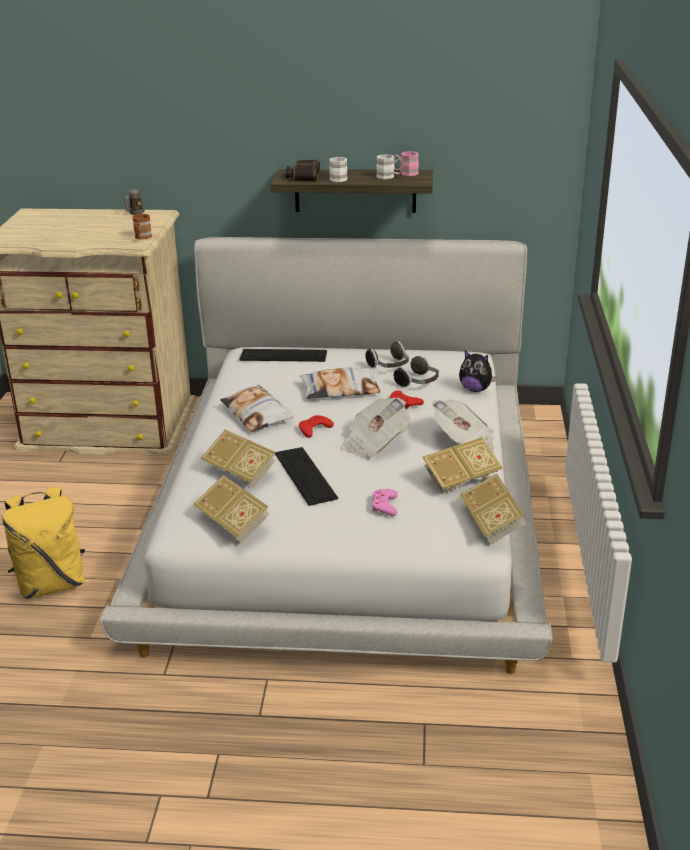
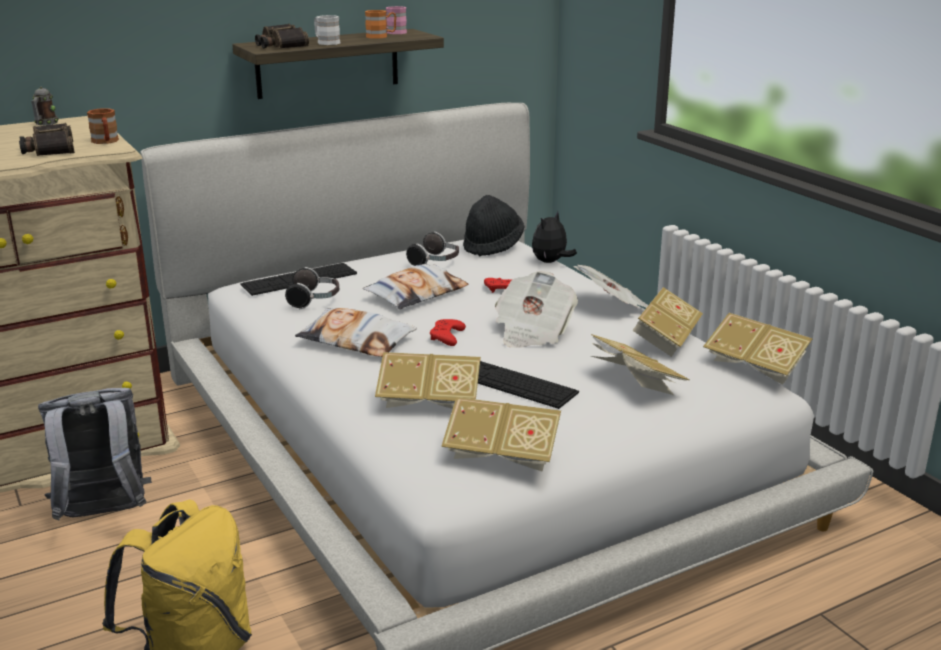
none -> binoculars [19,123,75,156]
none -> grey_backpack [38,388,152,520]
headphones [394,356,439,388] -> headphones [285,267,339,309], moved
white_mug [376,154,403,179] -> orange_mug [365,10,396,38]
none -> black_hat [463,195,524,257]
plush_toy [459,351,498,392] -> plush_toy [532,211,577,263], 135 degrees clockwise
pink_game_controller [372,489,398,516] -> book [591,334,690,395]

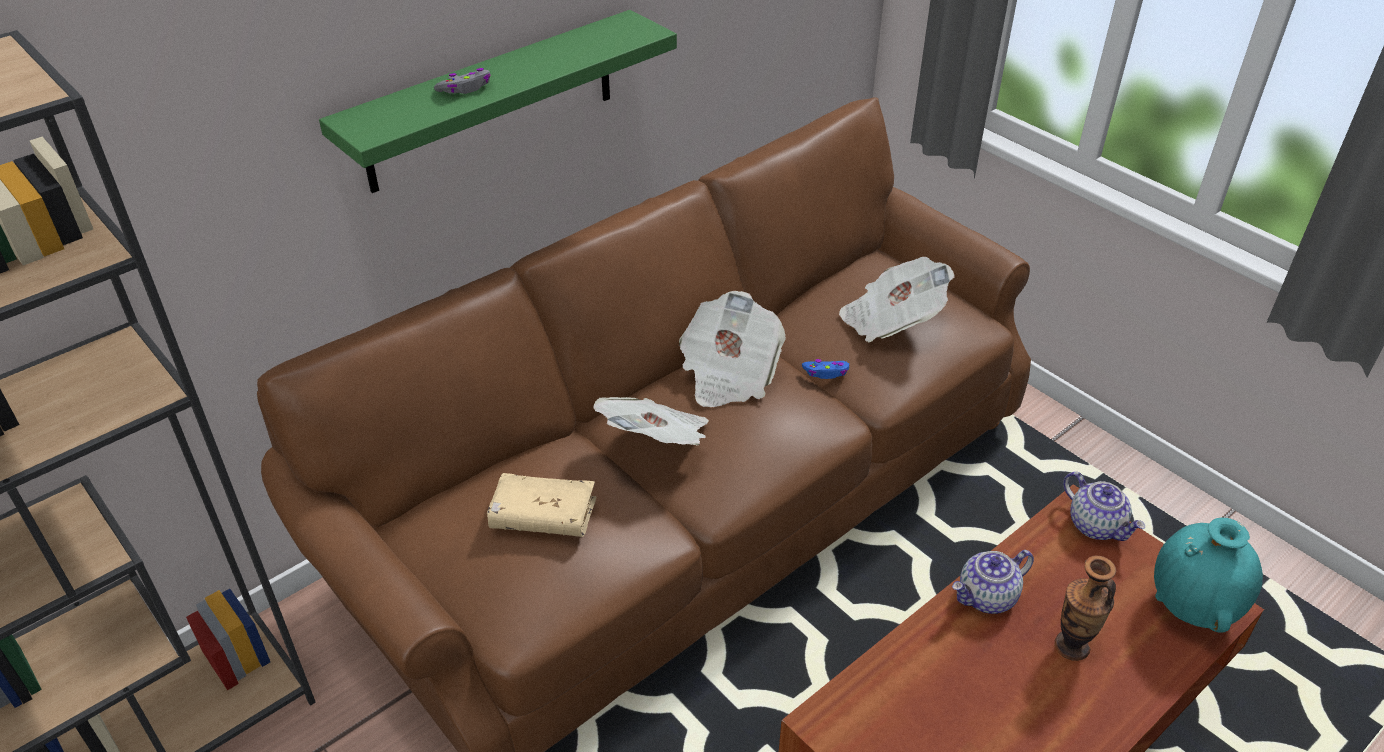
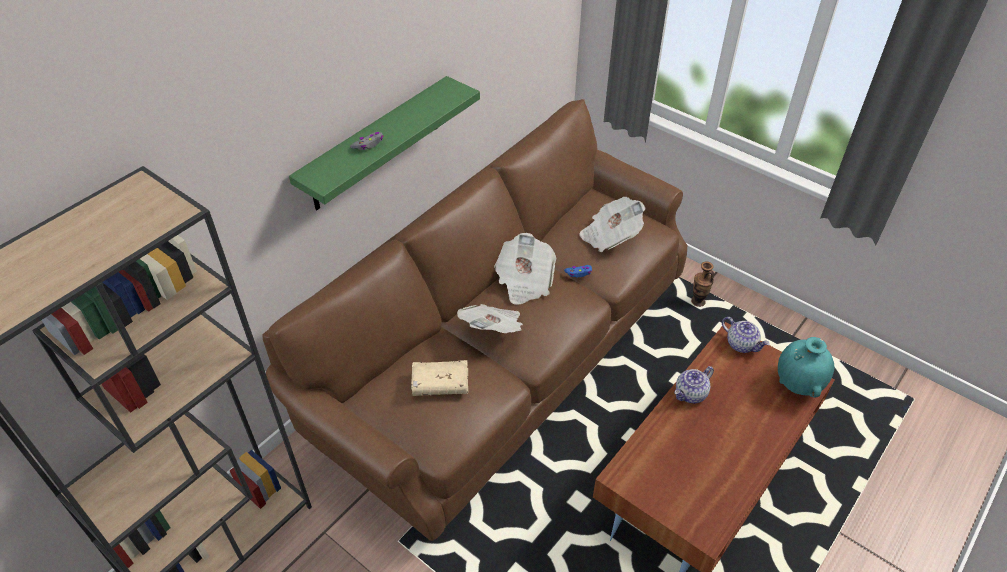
vase [1055,556,1116,661] -> vase [691,261,714,307], moved

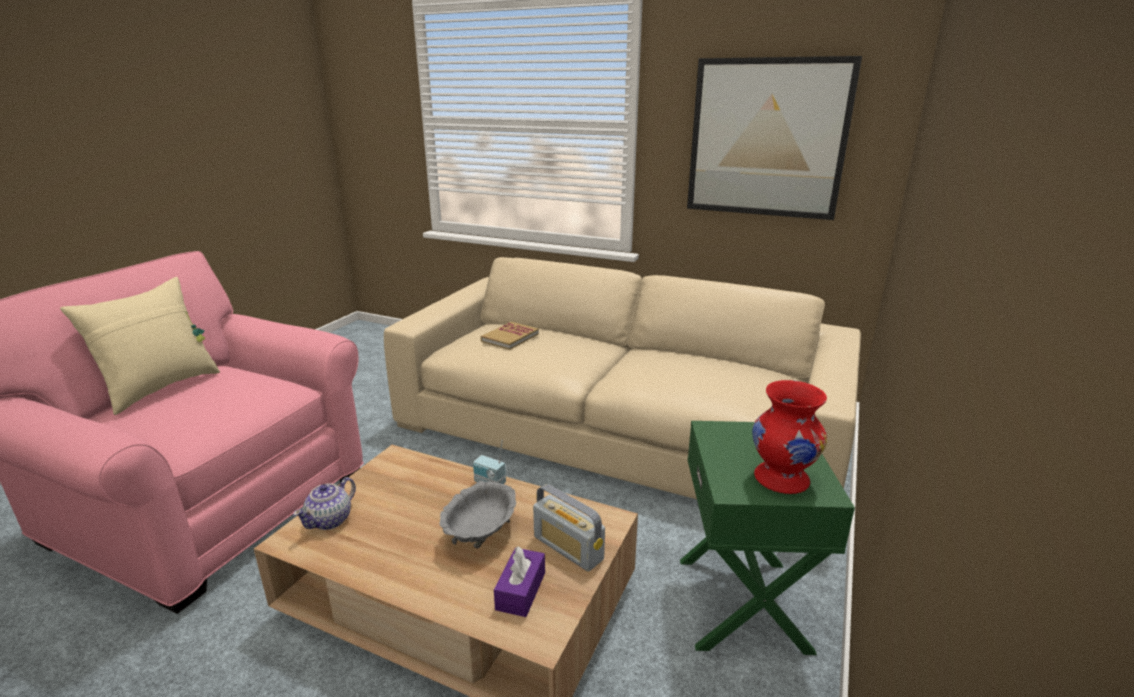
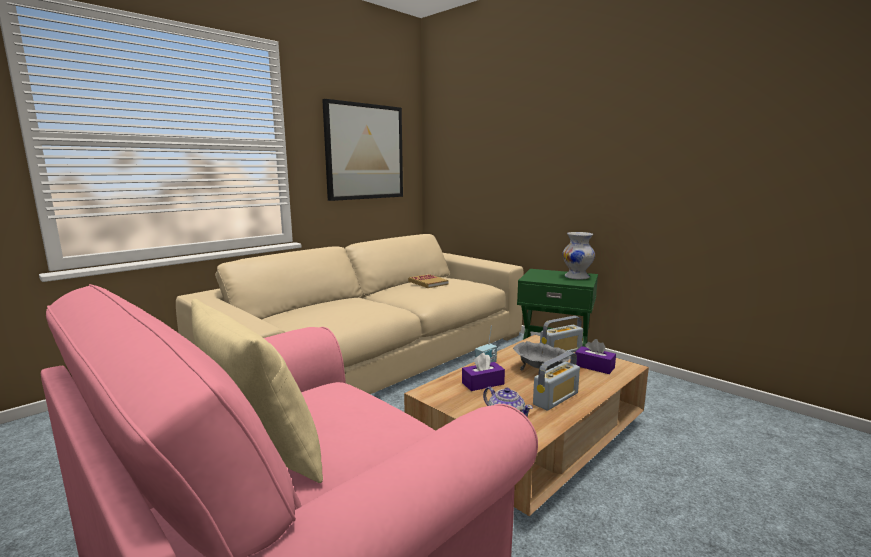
book [481,322,539,350] -> book [408,274,448,288], moved
none -> purple_tissue_box [462,353,505,391]
none -> radio [533,351,580,411]
red_vase [752,380,827,494] -> white_vase [562,232,595,279]

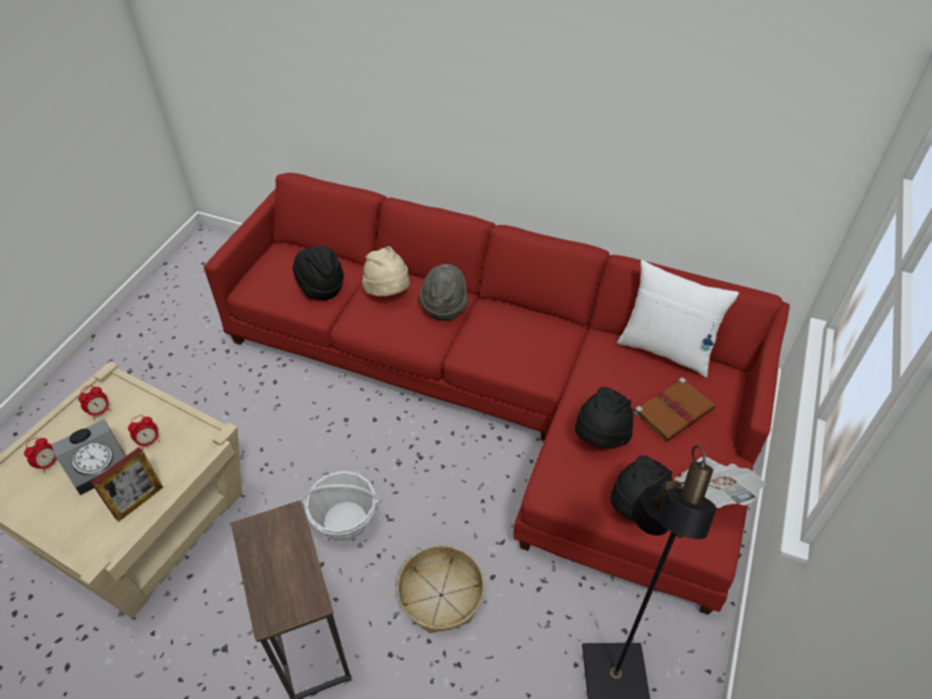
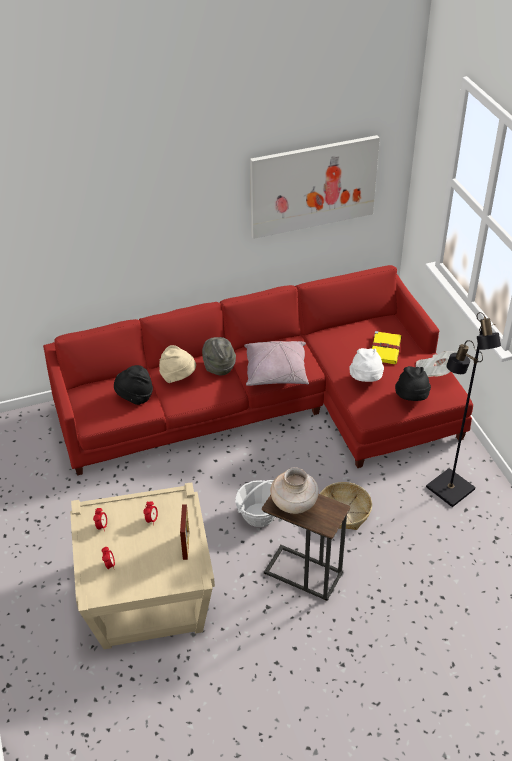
none -> purple_pillow [244,341,309,386]
none -> picture [250,135,380,239]
none -> beige_vase [270,467,319,514]
black_hat [575,387,633,449] -> white_hat [349,348,384,382]
brown_book [634,378,715,442] -> yellow_book [371,331,402,364]
alarm_clock [51,419,126,495] -> none
white_pillow [617,260,739,377] -> none

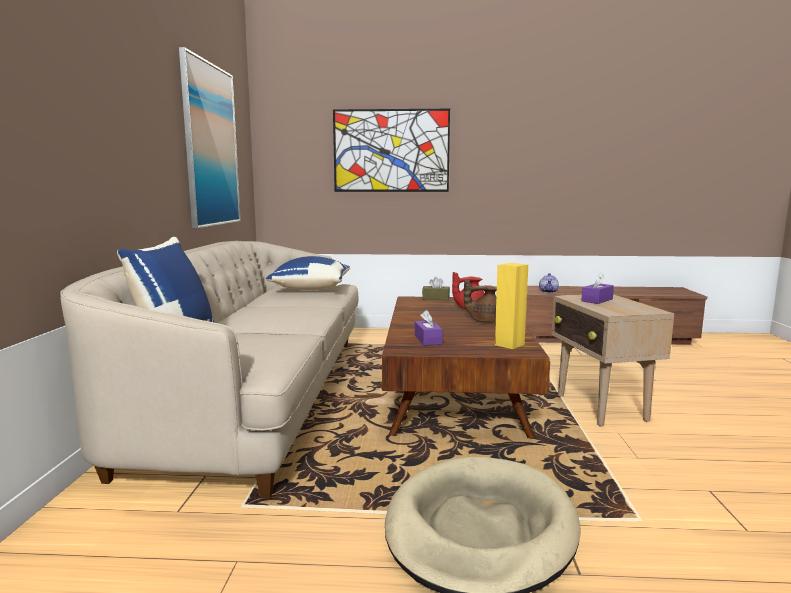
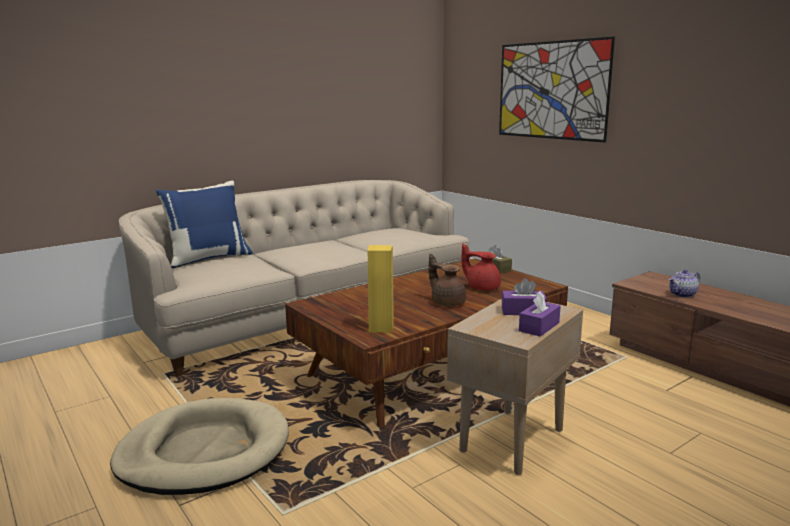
purple_tissue_box [415,310,443,346] -> purple_tissue_box [519,291,561,337], moved
picture [179,47,241,229] -> none
blue_pillow [266,256,350,290] -> none

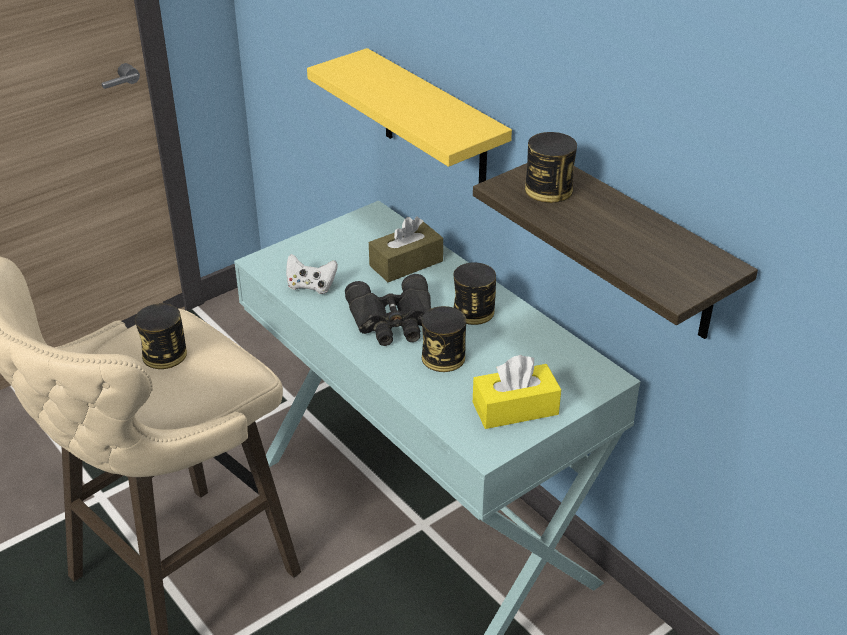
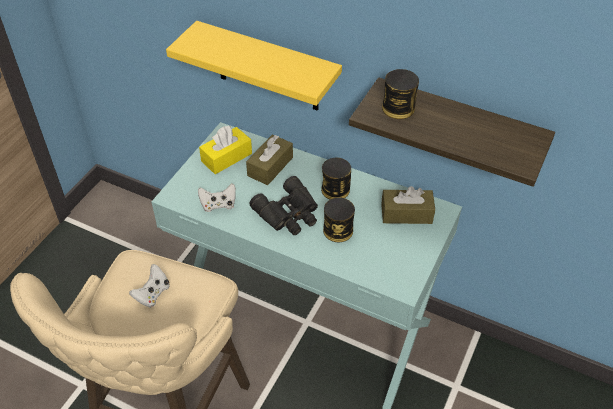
can [135,303,187,369] -> white_game_controller [129,264,170,308]
yellow_tissue_box [473,355,561,429] -> yellow_tissue_box [199,126,252,174], moved
none -> brown_tissue_box [381,186,435,224]

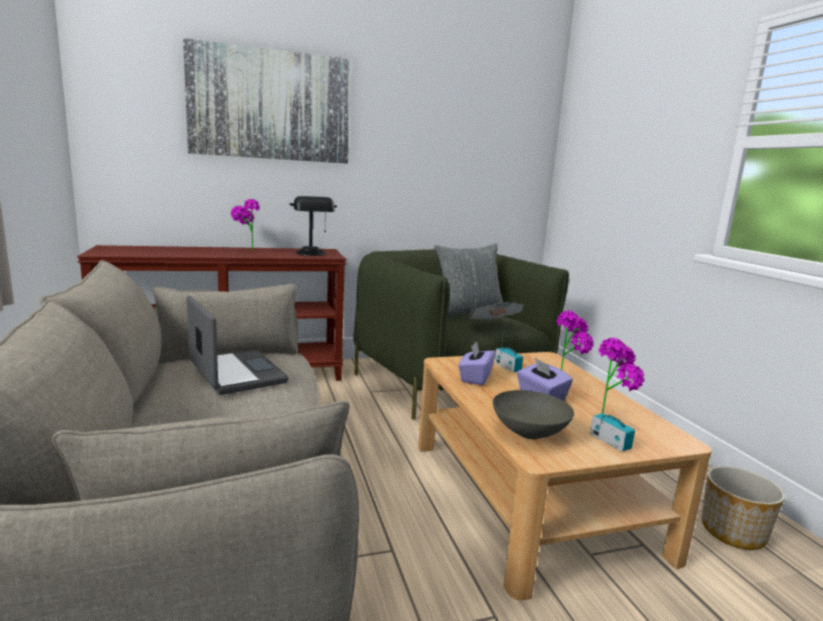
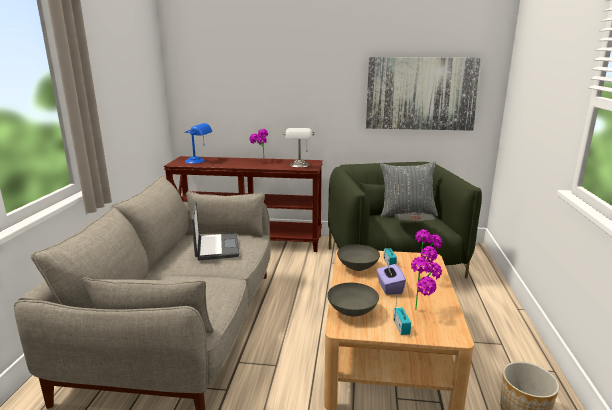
none -> blue_table_lamp [185,123,212,164]
black_table_lamp [289,196,337,256] -> white_table_lamp [283,128,314,167]
purple_tissue_box [458,341,495,385] -> grey_bowl [337,245,380,271]
picture [183,38,351,164] -> picture [366,57,483,131], moved

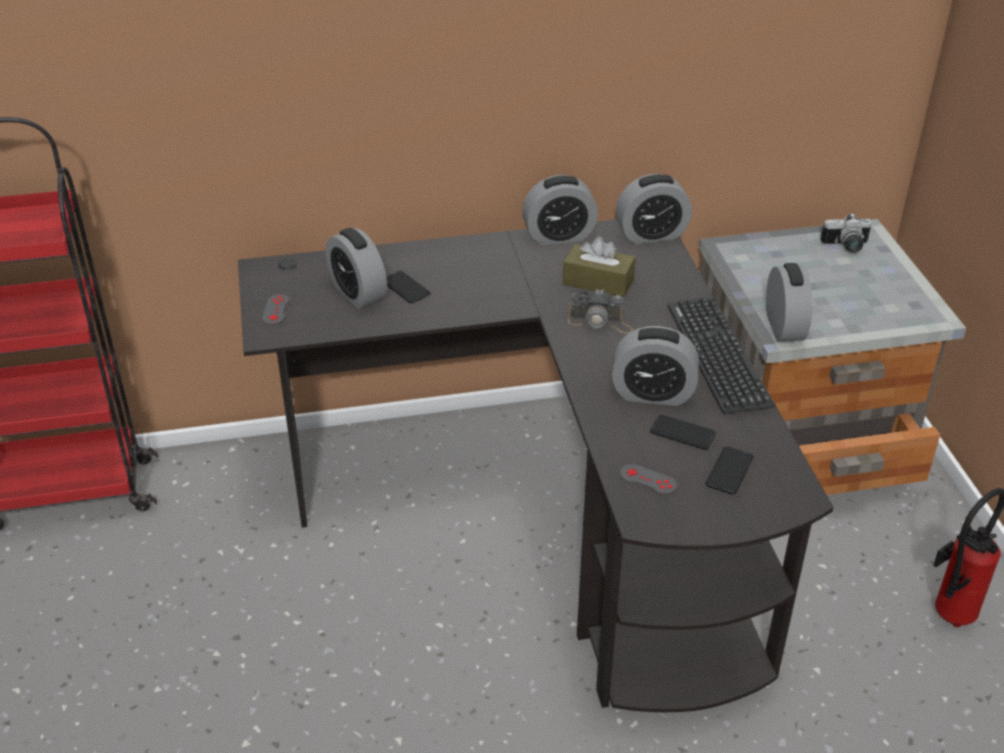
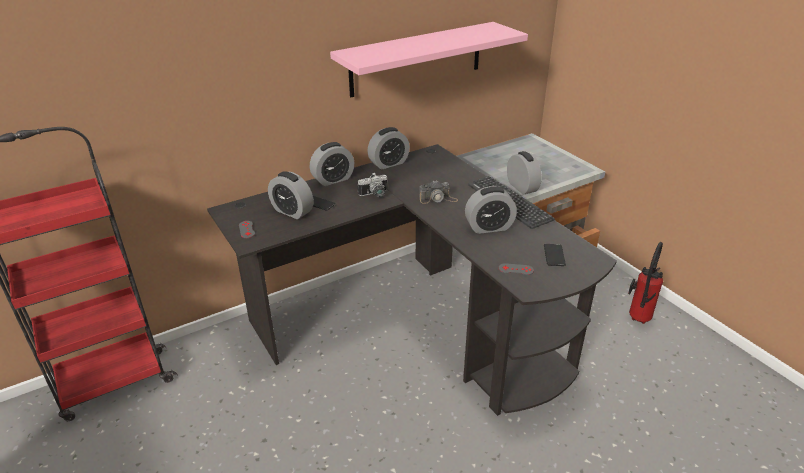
alarm_clock [616,174,692,244] -> alarm_clock [310,142,354,186], moved
none -> pink_shelf [330,22,528,97]
photo_camera [820,213,871,253] -> photo_camera [357,173,387,197], moved
brown_tissue_box [563,237,636,298] -> none
phone [650,415,716,450] -> none

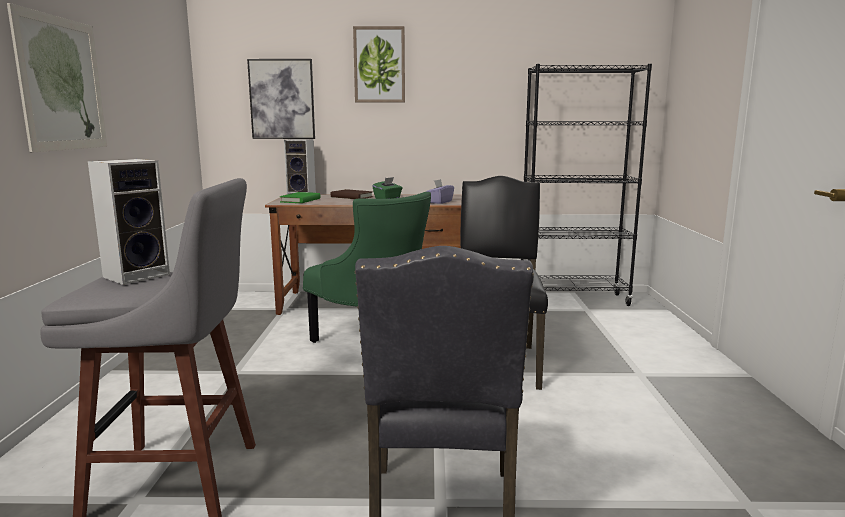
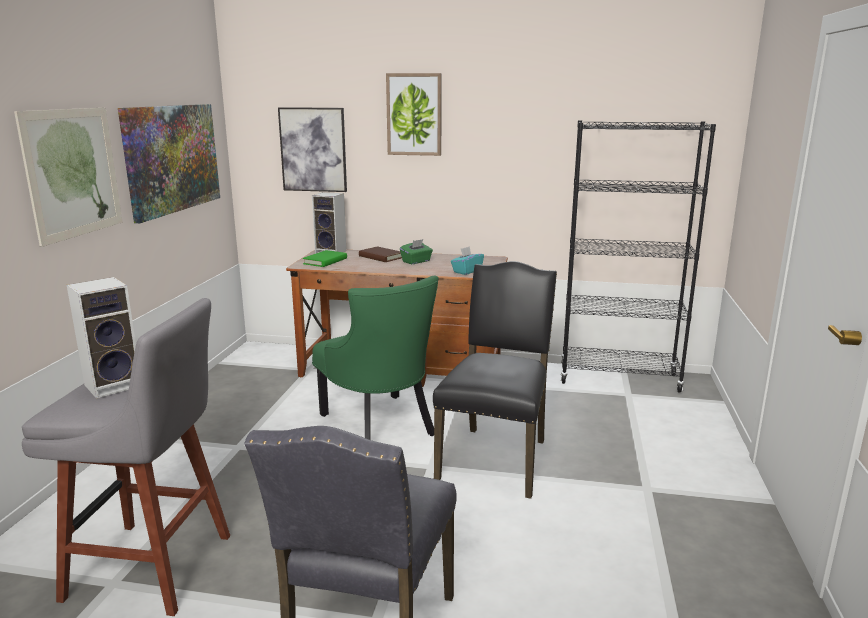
none -> picture [118,104,220,223]
purple_tissue_box [426,179,454,204] -> turquoise_tissue_box [451,246,484,275]

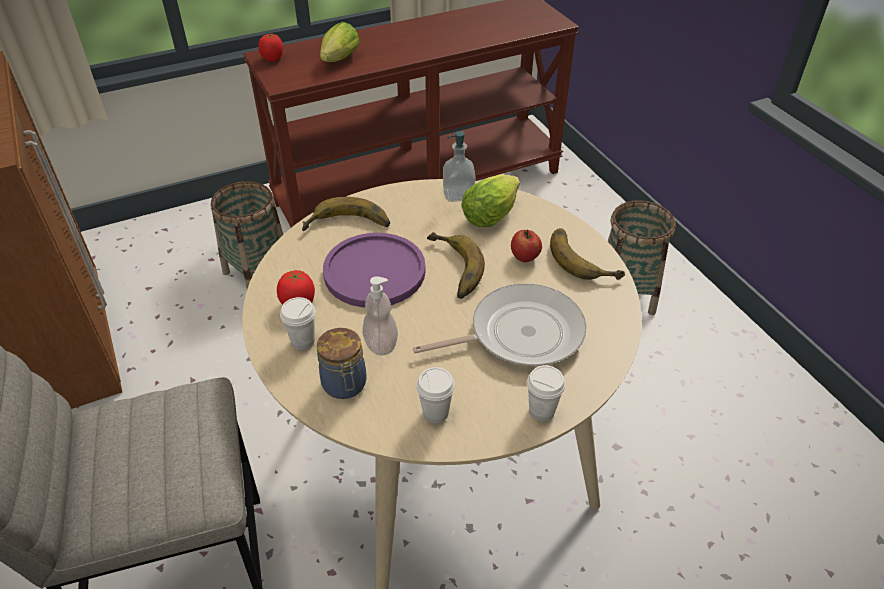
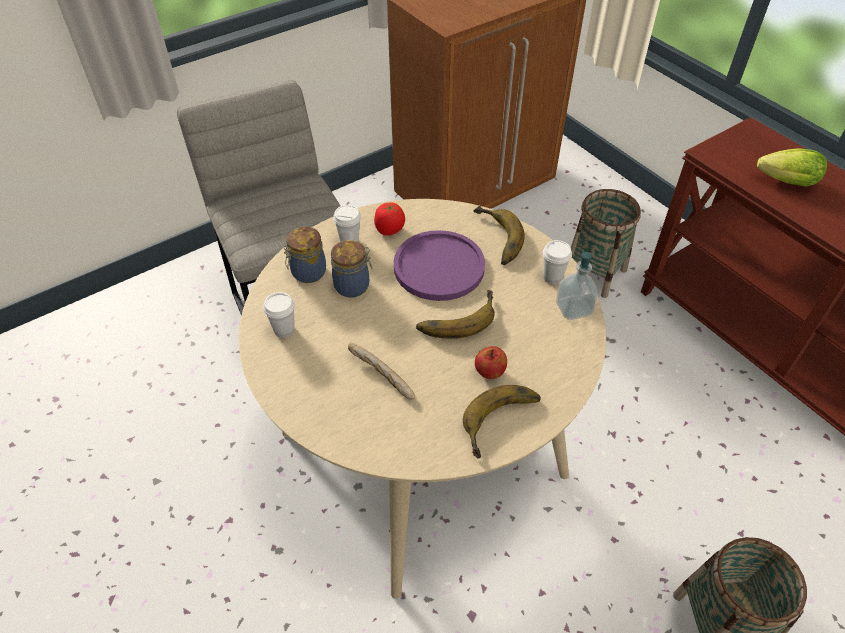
soap_dispenser [362,276,398,355] -> jar [331,240,372,298]
frying_pan [413,284,587,366] -> bread [348,343,415,400]
white_cup [527,365,566,421] -> white_cup [543,240,572,284], moved
tomato [258,34,283,61] -> none
lettuce [461,174,520,227] -> none

